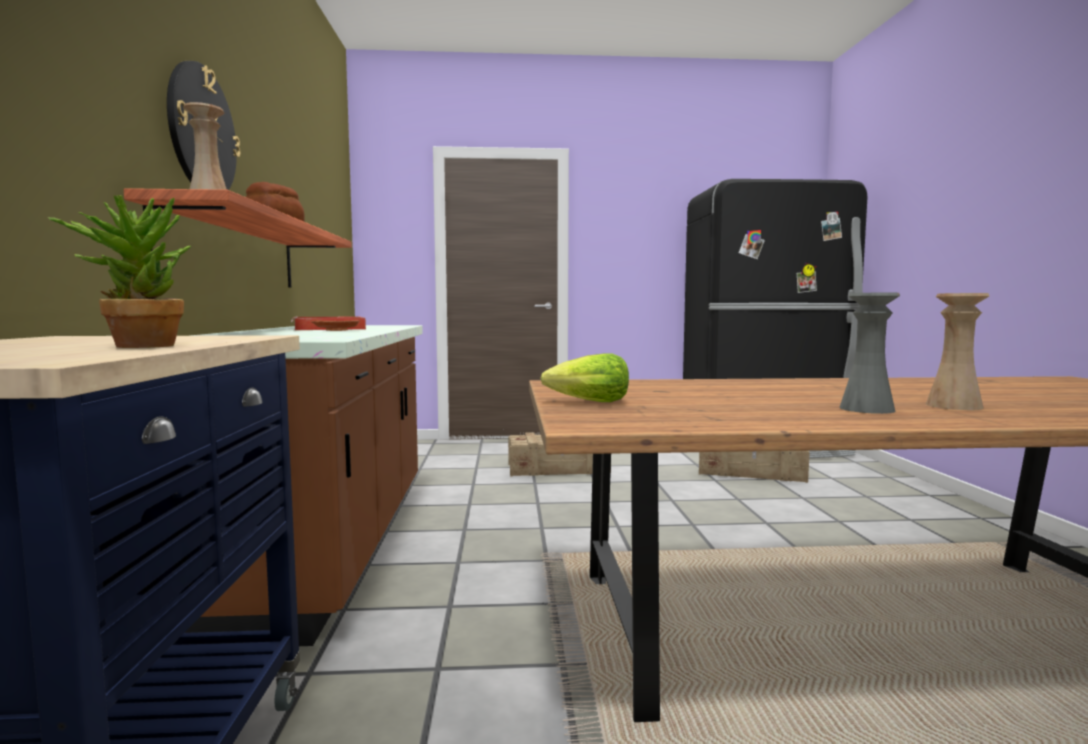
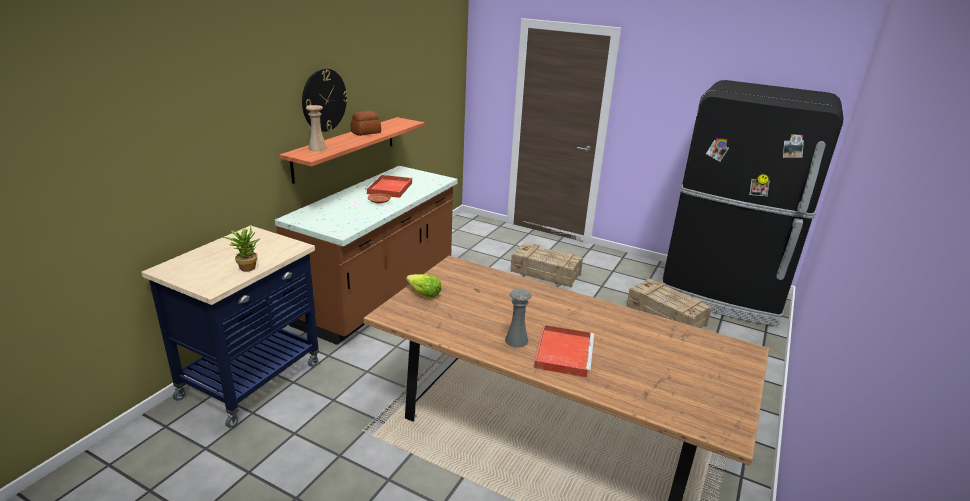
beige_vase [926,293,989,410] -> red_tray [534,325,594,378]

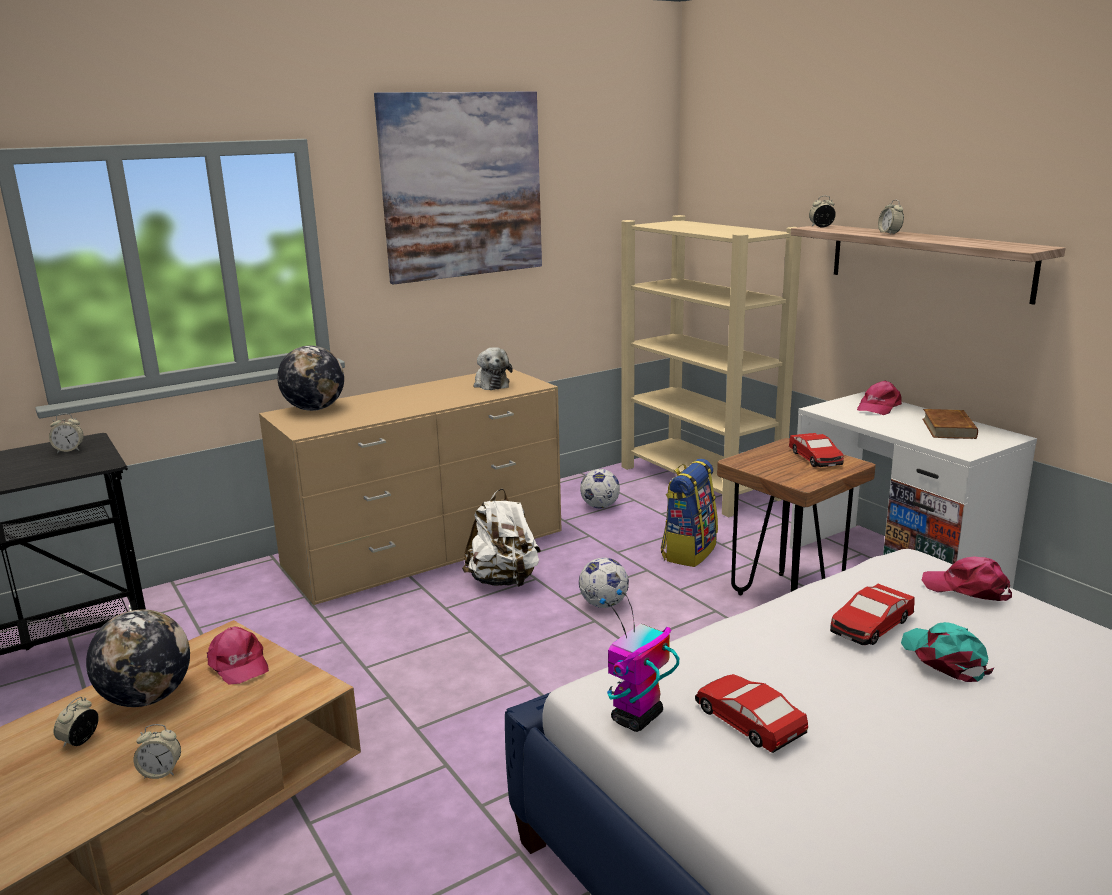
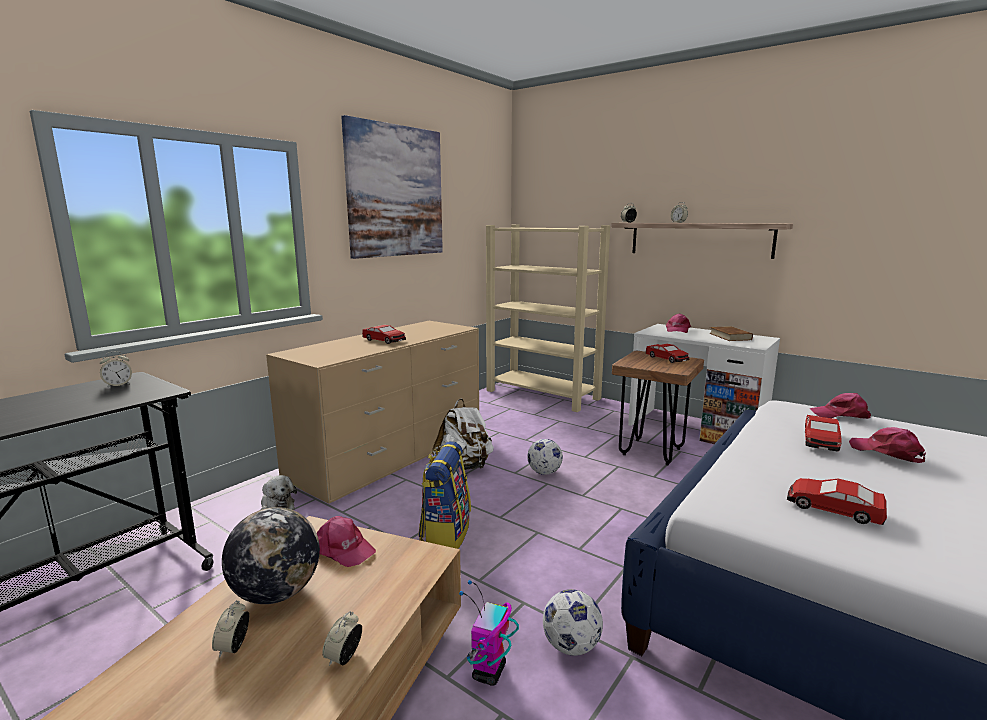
plush_toy [474,347,513,390] -> plush_toy [261,475,297,510], moved
alarm_clock [134,724,181,779] -> alarm_clock [322,611,362,666], 135 degrees clockwise
none -> toy_car [362,325,406,344]
backpack [661,459,718,567] -> backpack [418,441,471,549], moved
toy_robot [600,589,679,732] -> toy_robot [459,580,519,686], moved
football [580,469,620,509] -> football [543,589,603,656], moved
turquoise_cap [901,622,994,682] -> pink_cap [849,427,926,463]
globe [277,345,344,411] -> none

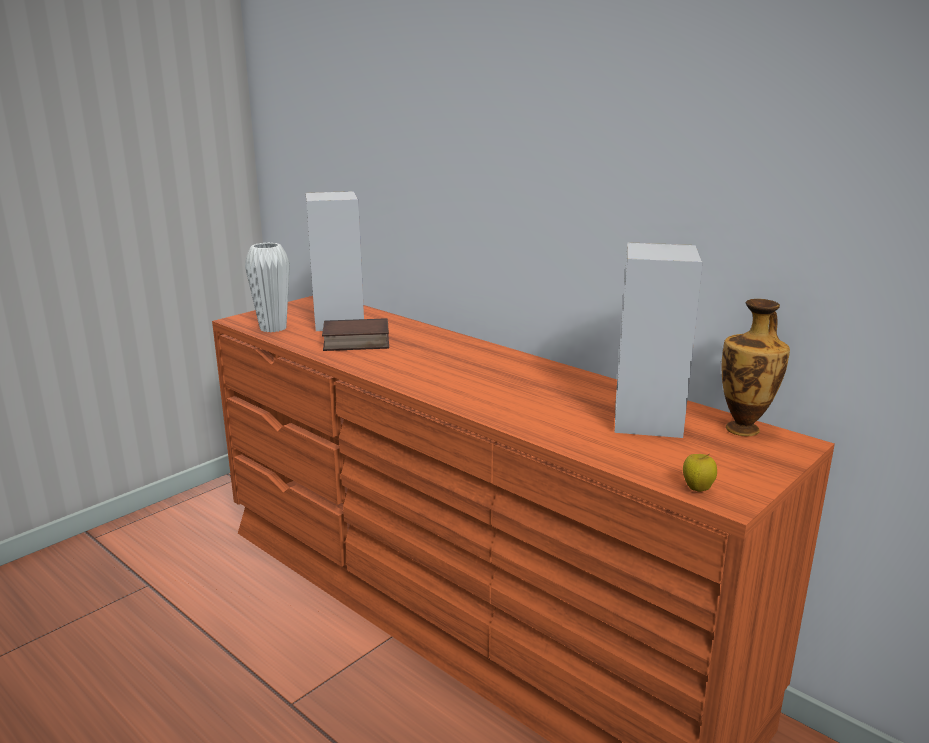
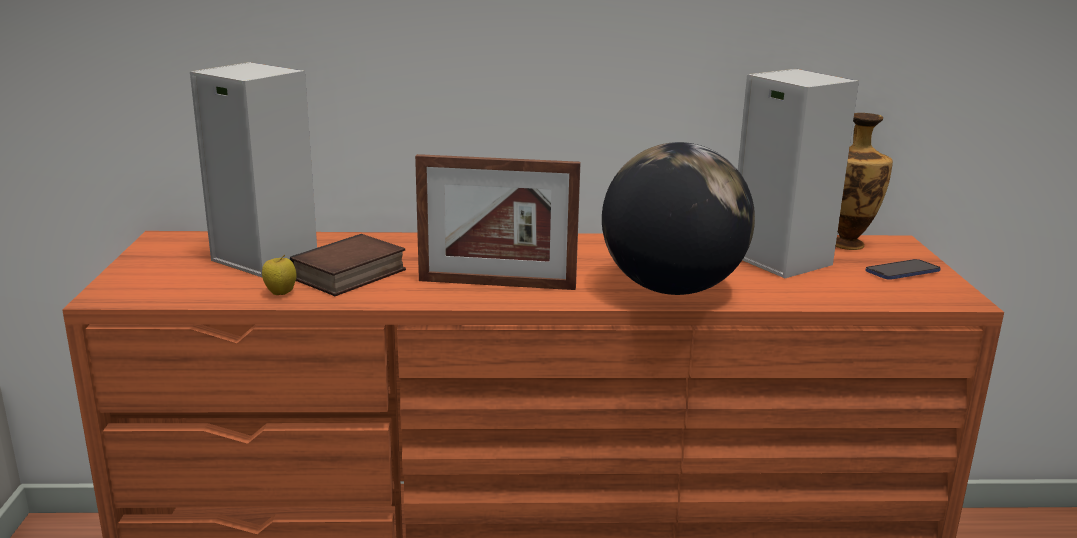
apple [683,454,717,492] -> apple [262,255,297,295], moved
none -> picture_frame [415,154,581,290]
none -> globe [602,142,755,295]
none -> phone [866,259,940,280]
white_vase [245,243,290,333] -> none

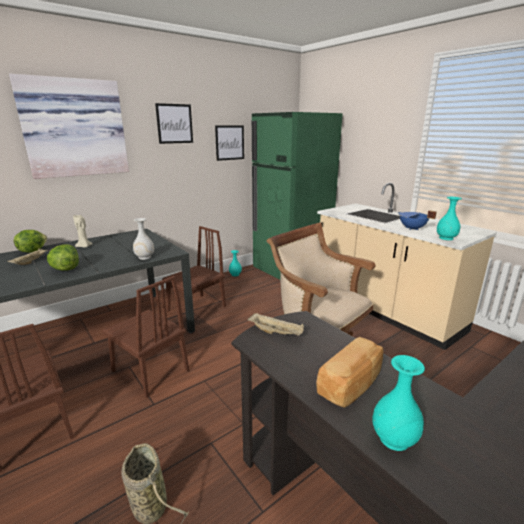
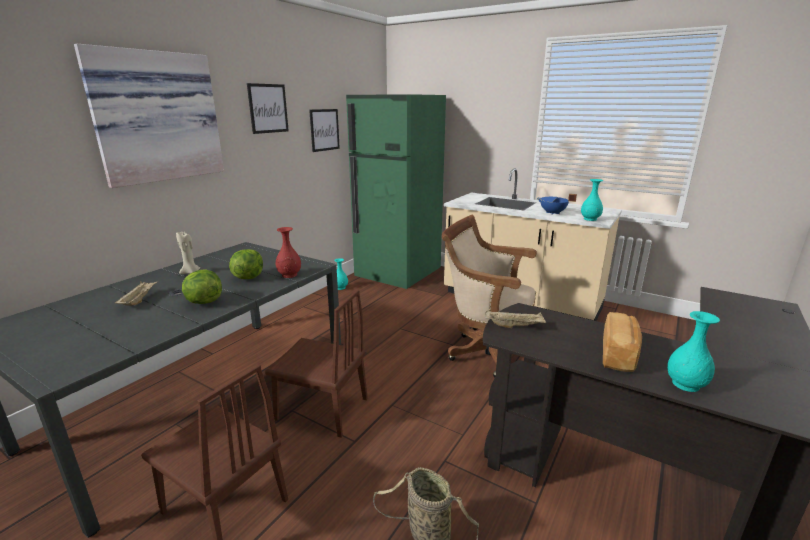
lettuce [14,230,47,253] -> lettuce [229,249,263,279], moved
white_vase [133,218,154,260] -> red_vase [276,227,301,278]
brown_chair [162,226,226,312] -> none

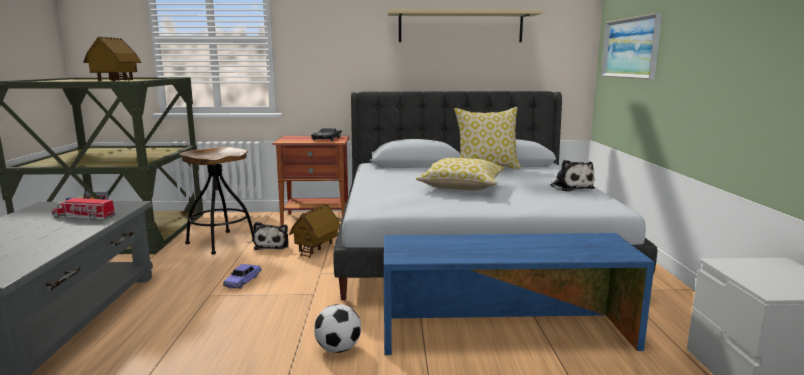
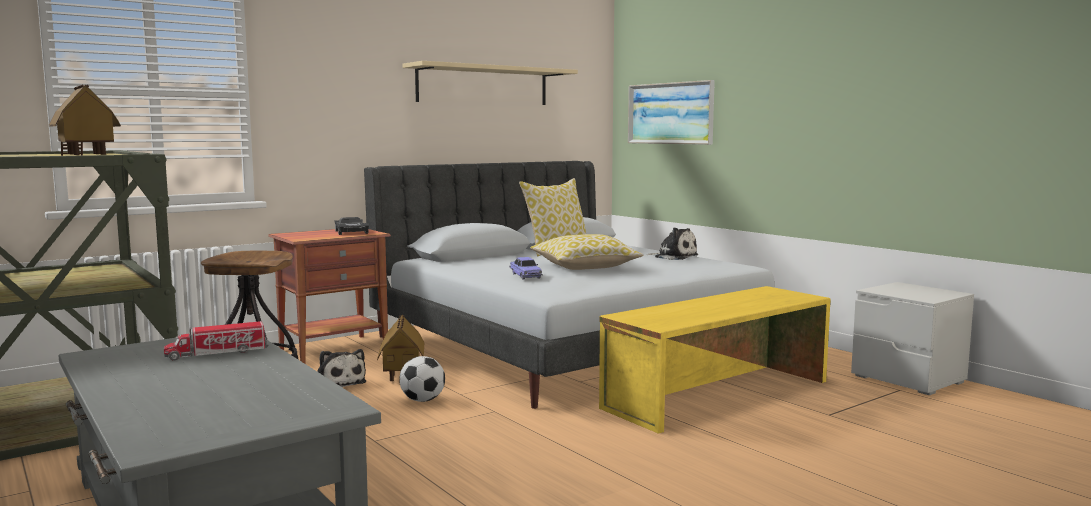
football [314,304,361,353] -> football [399,356,445,402], moved
toy_car [223,264,262,289] -> toy_car [509,257,543,279], moved
blue_bench [384,233,655,355] -> yellow_bench [599,286,831,434]

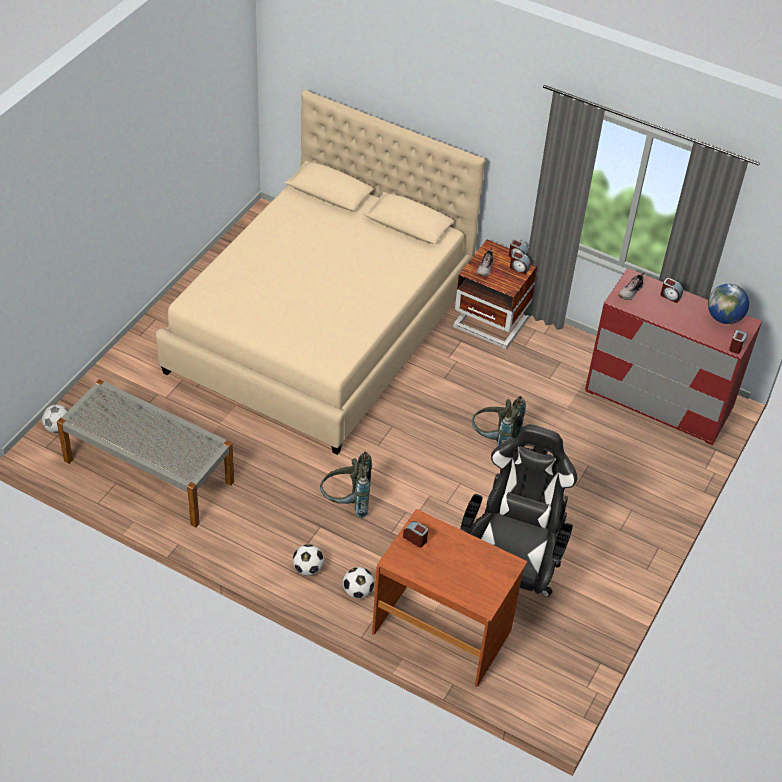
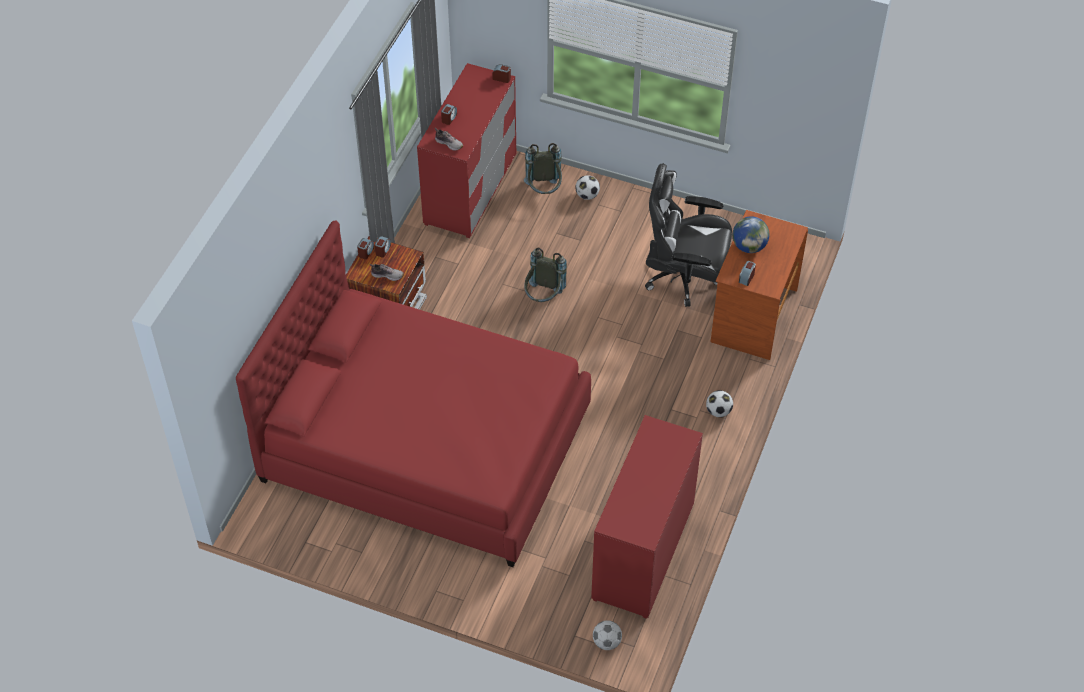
beige_bed [156,90,485,455] -> red_bed [236,221,591,567]
grey_backpack [320,451,372,518] -> grey_backpack [524,143,562,194], moved
football [343,567,374,599] -> football [575,175,600,200], moved
grey_bench [57,379,234,528] -> red_dresser [591,415,703,619]
globe [708,284,749,324] -> globe [733,216,769,253], moved

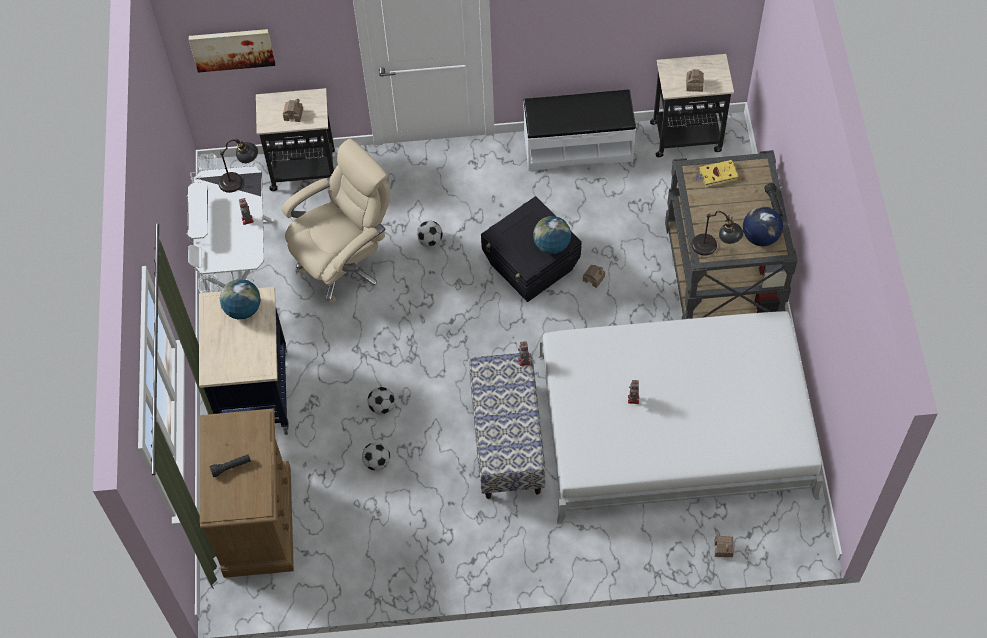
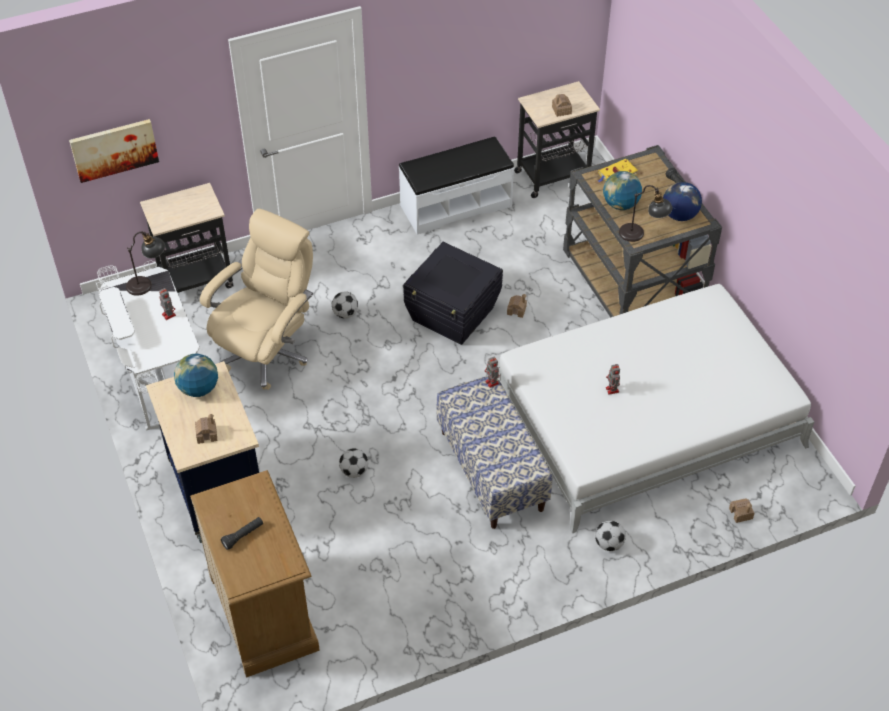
toy_house [283,99,303,122] -> toy_house [195,414,217,444], moved
football [362,442,390,471] -> football [595,521,626,551], moved
globe [533,216,571,254] -> globe [603,171,642,210], moved

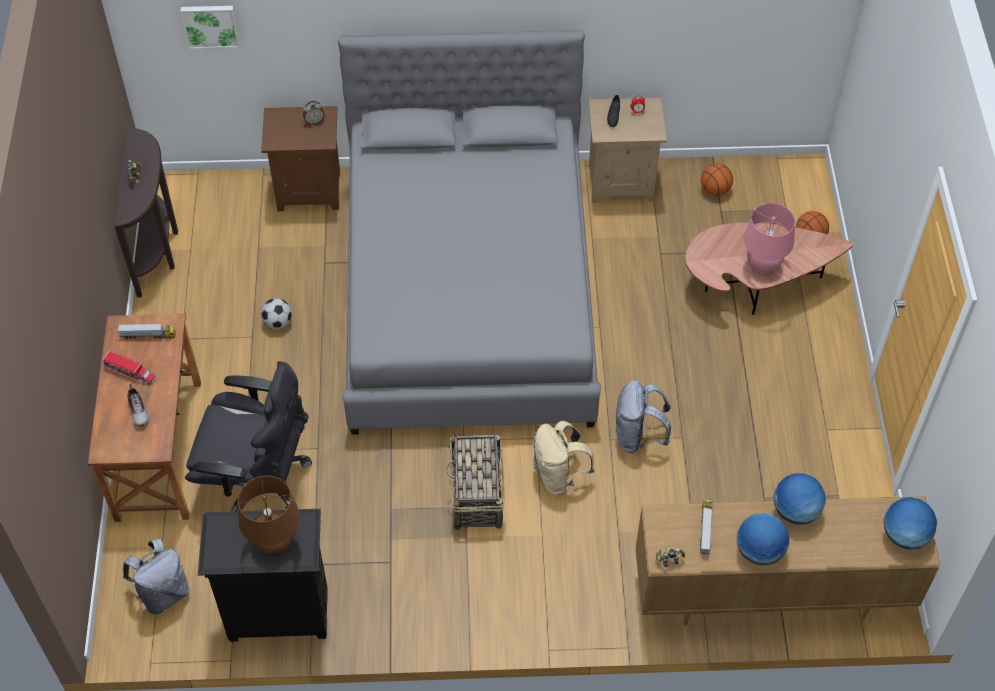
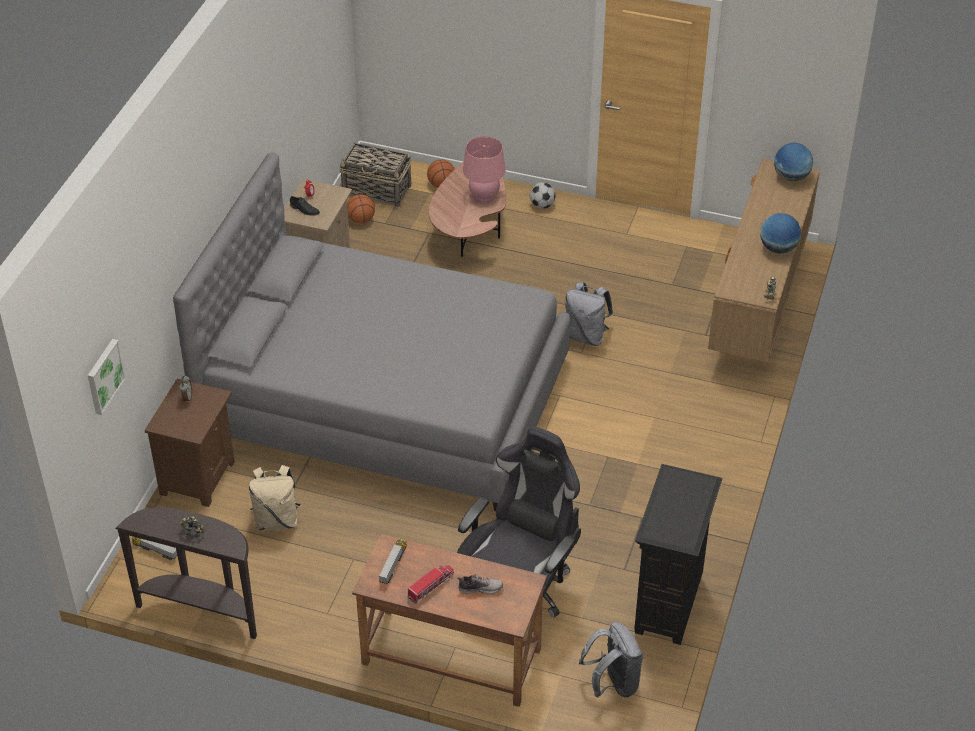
toy_truck [700,499,713,554] -> toy_truck [132,537,177,560], moved
beige_backpack [533,421,595,495] -> beige_backpack [249,465,301,530], moved
basket [446,434,505,530] -> basket [339,143,412,207], moved
football [261,298,292,329] -> football [530,182,556,209], moved
brown_table_lamp [238,475,300,556] -> none
globe [773,473,826,524] -> none

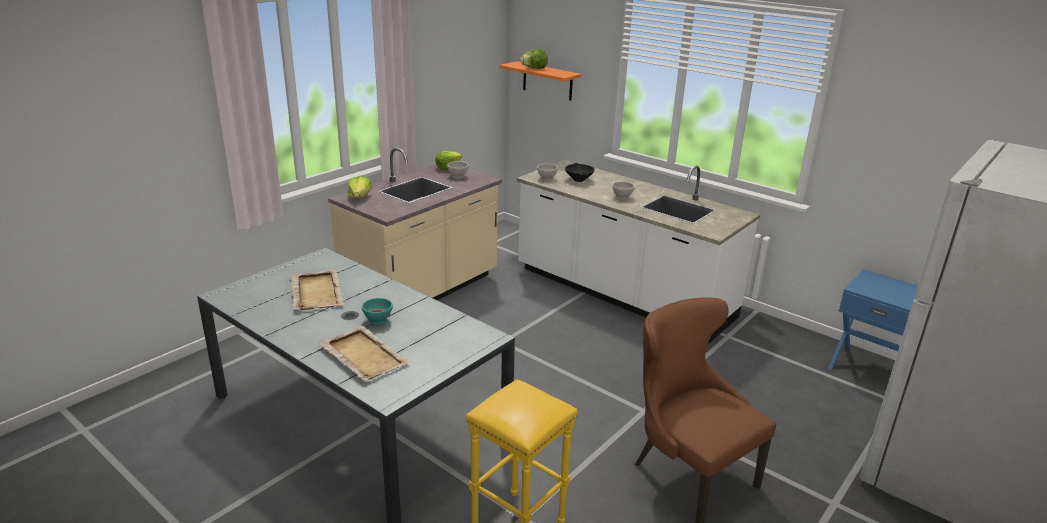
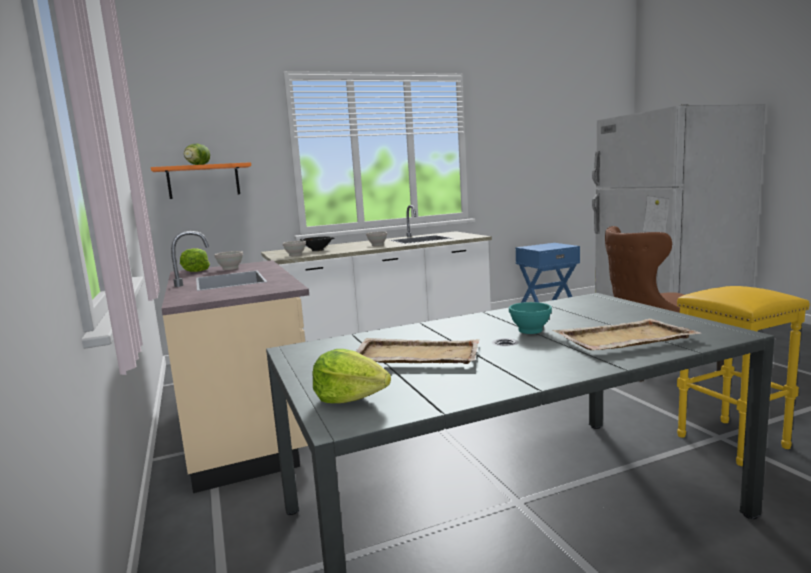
lettuce [348,176,372,198] -> lettuce [312,349,391,403], moved

